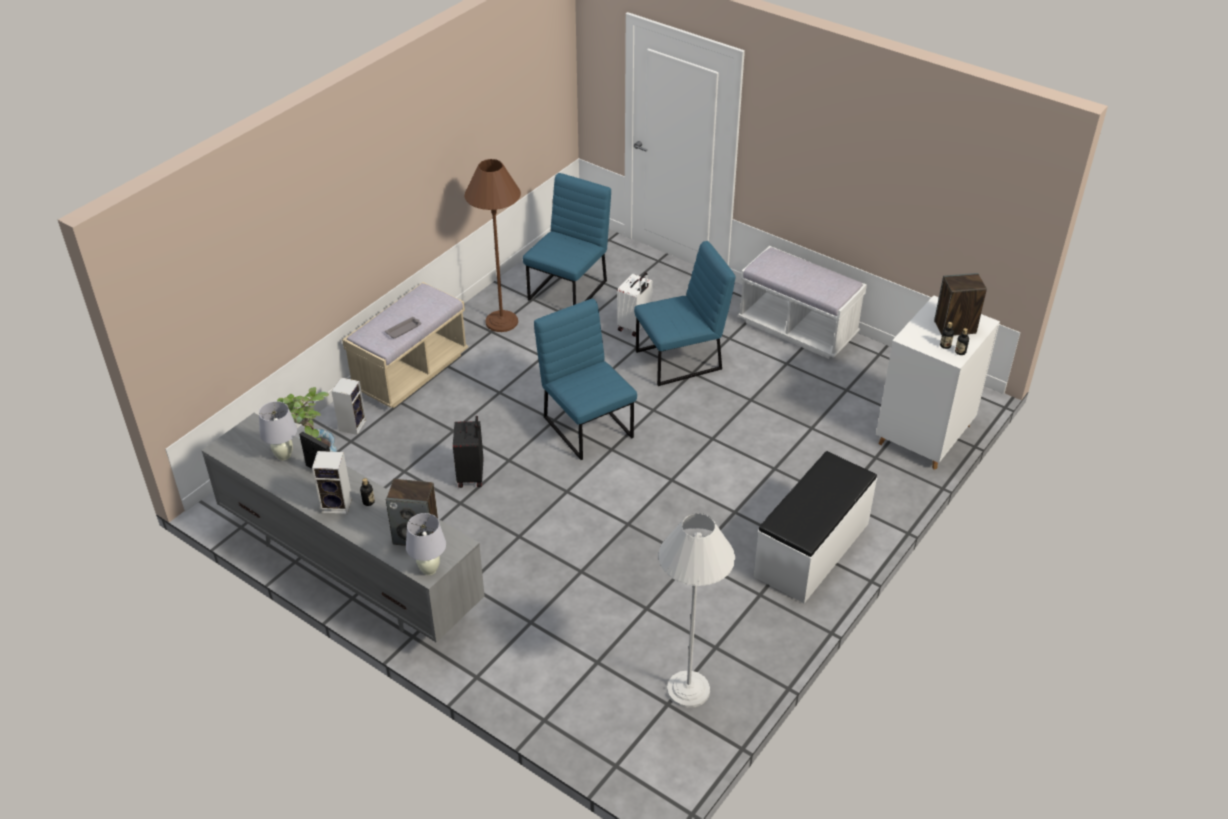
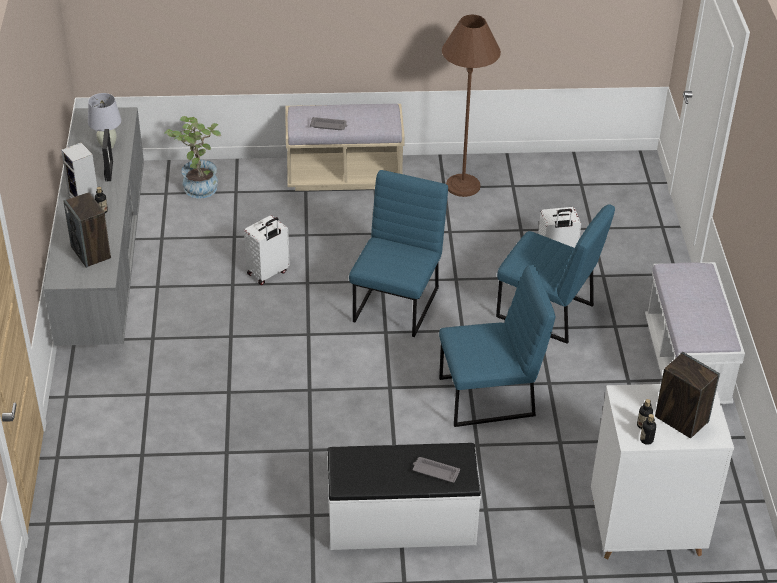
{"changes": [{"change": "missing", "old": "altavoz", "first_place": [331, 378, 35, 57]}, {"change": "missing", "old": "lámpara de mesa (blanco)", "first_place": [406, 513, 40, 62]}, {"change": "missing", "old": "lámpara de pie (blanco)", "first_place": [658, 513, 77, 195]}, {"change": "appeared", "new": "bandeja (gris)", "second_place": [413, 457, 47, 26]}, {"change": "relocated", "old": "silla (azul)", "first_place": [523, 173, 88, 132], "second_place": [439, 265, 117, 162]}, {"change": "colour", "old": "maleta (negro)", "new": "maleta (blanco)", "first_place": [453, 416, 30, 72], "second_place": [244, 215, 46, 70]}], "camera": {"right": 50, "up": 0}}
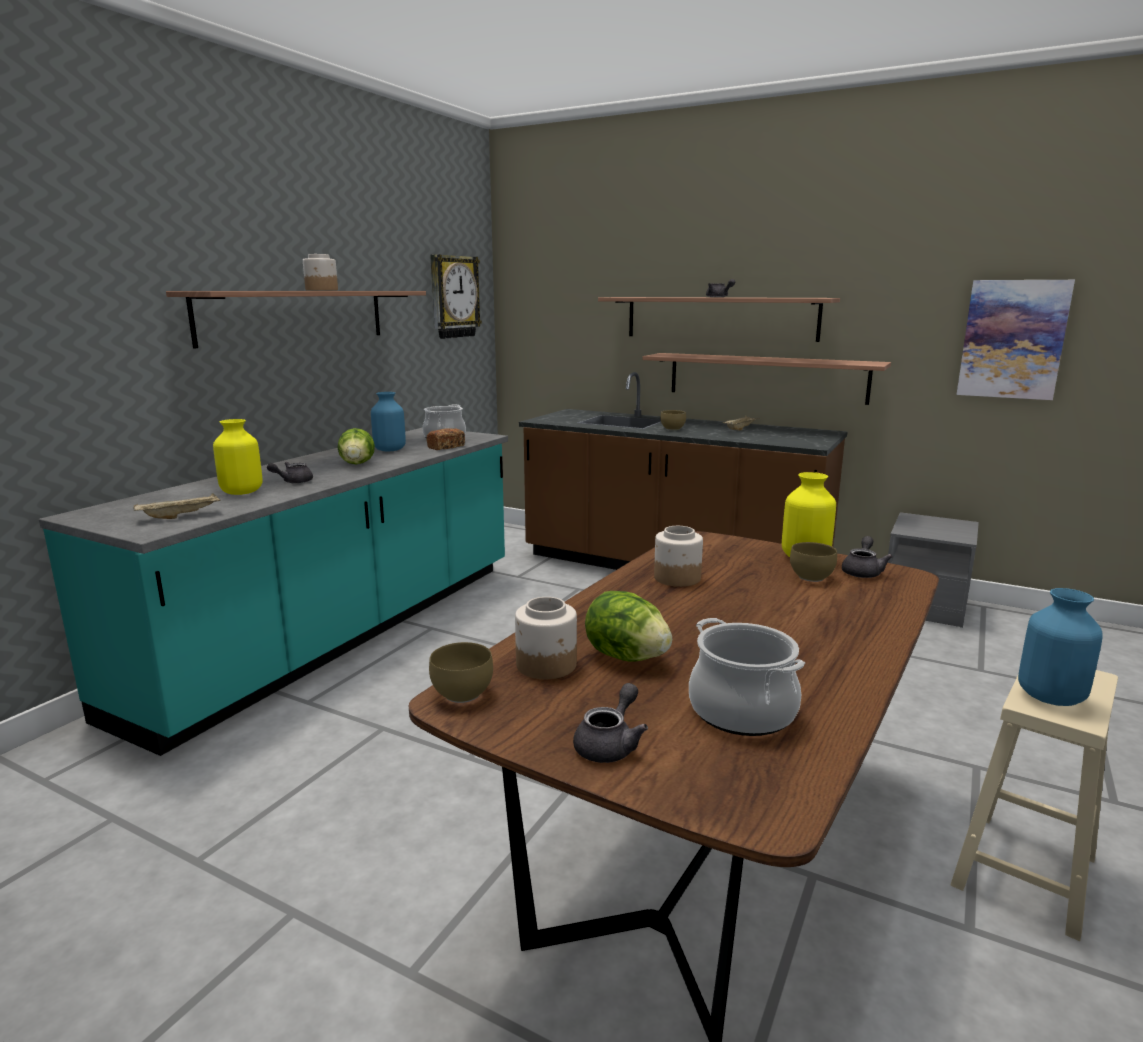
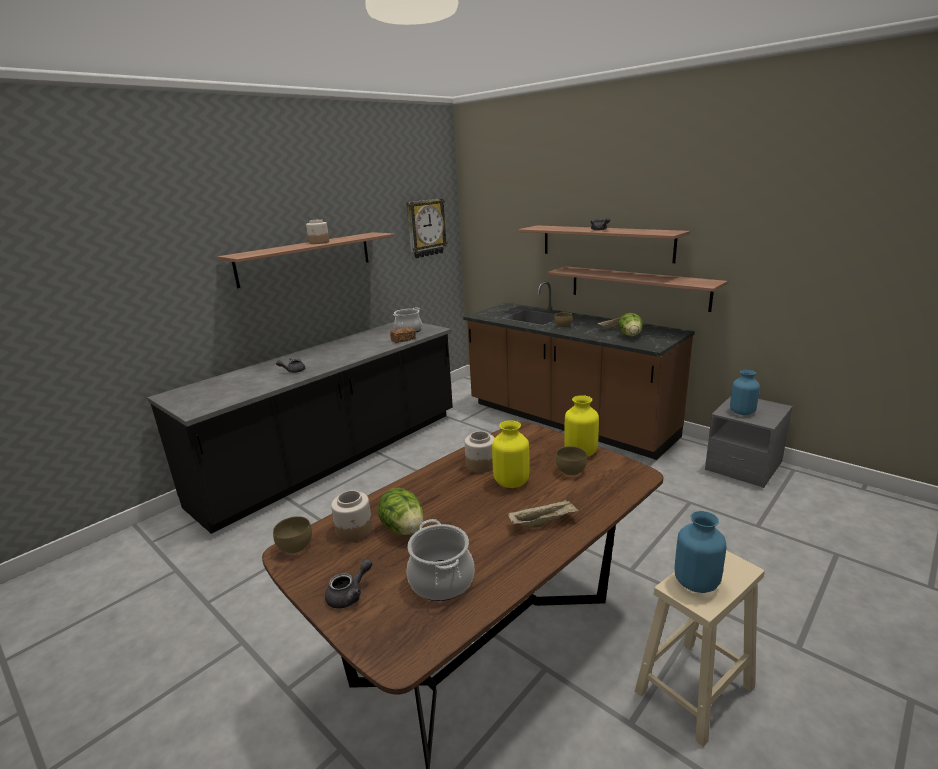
{"changes": [{"change": "missing", "old": "tetera (gris)", "first_place": [842, 536, 51, 42]}, {"change": "missing", "old": "cuadro", "first_place": [956, 280, 119, 120]}, {"change": "relocated", "old": "bandeja (beis)", "first_place": [133, 493, 88, 26], "second_place": [508, 498, 71, 30]}, {"change": "relocated", "old": "florero (amarillo)", "first_place": [213, 419, 50, 76], "second_place": [492, 421, 37, 67]}, {"change": "relocated", "old": "lechuga", "first_place": [338, 428, 37, 37], "second_place": [618, 313, 25, 24]}, {"change": "relocated", "old": "florero (azul)", "first_place": [371, 392, 35, 59], "second_place": [730, 370, 30, 45]}, {"change": "colour", "old": "mueble bajo de cocina (turquesa)", "new": "mueble bajo de cocina (negro)", "first_place": [39, 428, 469, 328], "second_place": [147, 322, 306, 212]}], "camera": {"right": 15, "up": 5}}
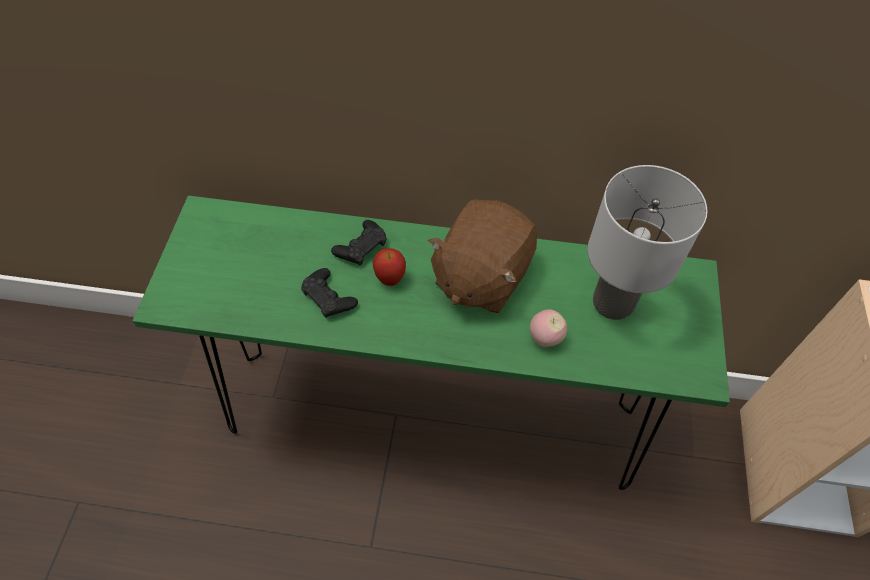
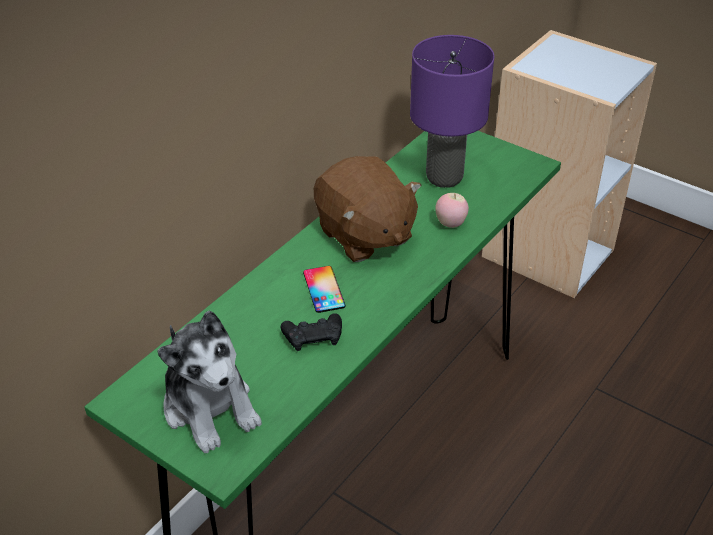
{"changes": [{"change": "missing", "old": "mando de consola (negro)", "first_place": [331, 220, 56, 46]}, {"change": "appeared", "new": "peluche", "second_place": [157, 310, 105, 143]}, {"change": "exchanged", "old": "manzana", "new": "móvil", "first_place": [373, 248, 33, 38], "second_place": [303, 266, 43, 47]}, {"change": "colour", "old": "lámpara de mesa (blanco)", "new": "lámpara de mesa (morado)", "first_place": [587, 165, 120, 155], "second_place": [410, 35, 84, 153]}], "camera": {"right": -60, "up": -15}}
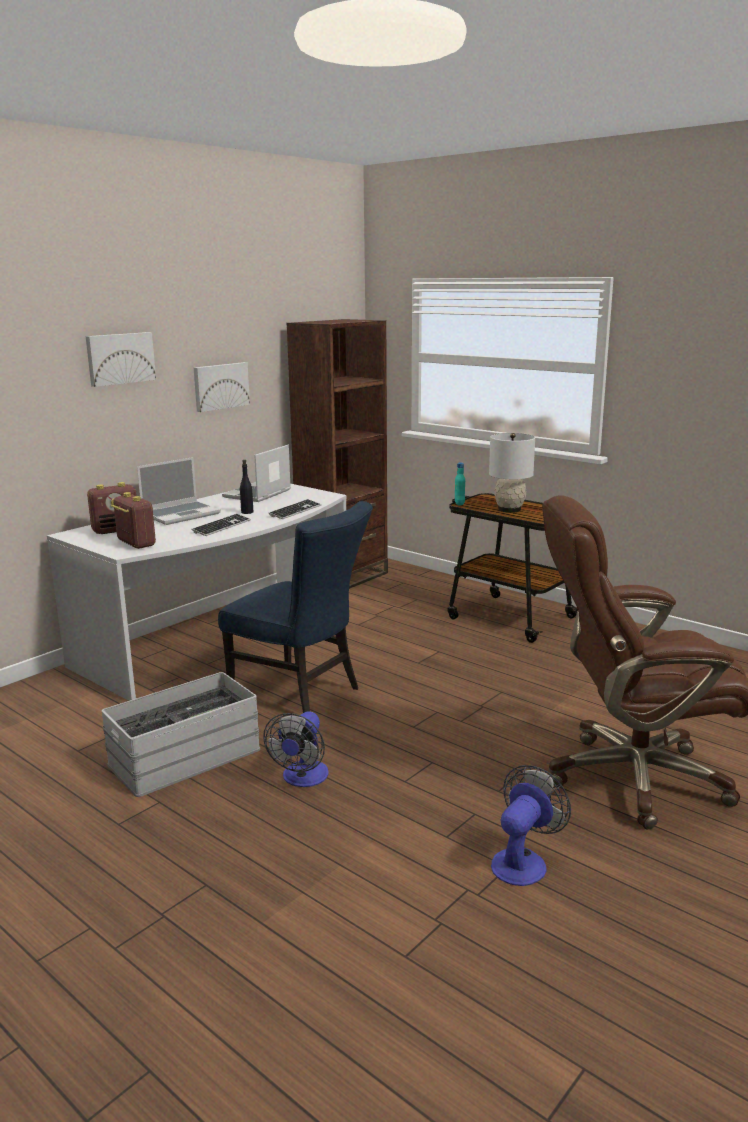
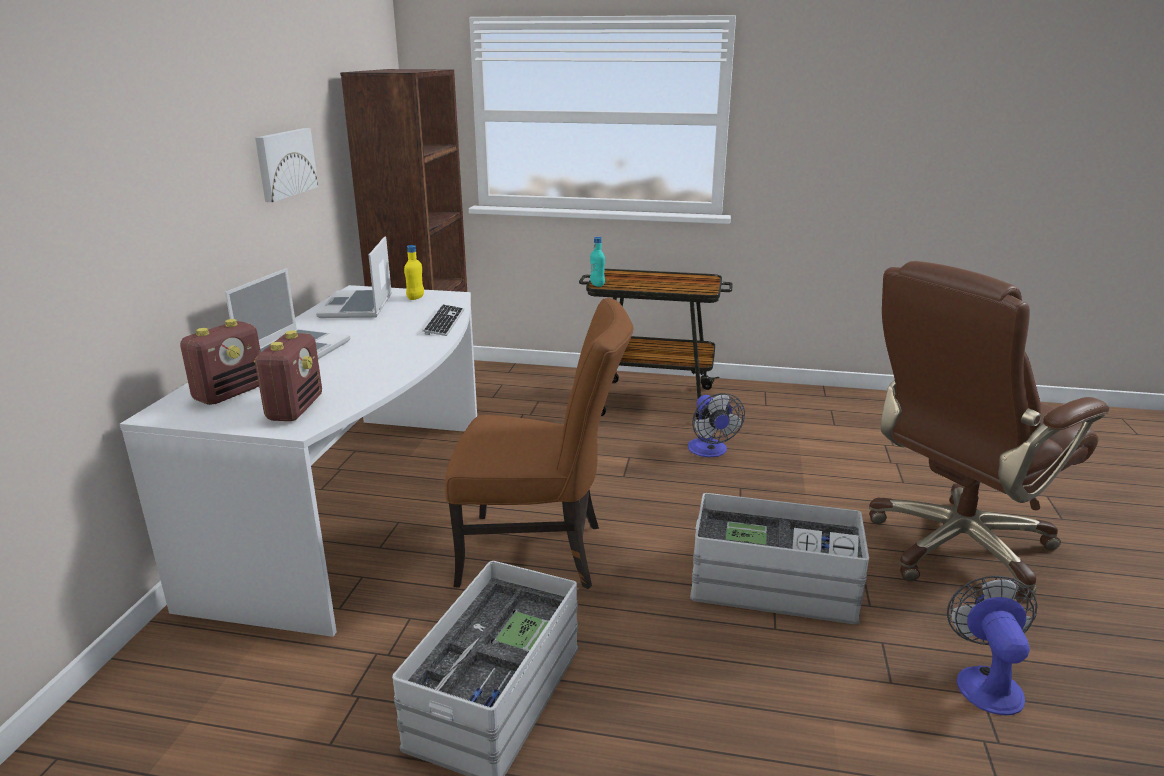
{"changes": [{"change": "missing", "old": "cuadro", "first_place": [86, 332, 70, 55]}, {"change": "missing", "old": "teclado", "first_place": [191, 514, 60, 22]}, {"change": "missing", "old": "botella (negro)", "first_place": [240, 460, 13, 54]}, {"change": "missing", "old": "lámpara de mesa (blanco)", "first_place": [489, 433, 46, 80]}, {"change": "appeared", "new": "botella (amarillo)", "second_place": [404, 245, 20, 55]}, {"change": "appeared", "new": "caja de almacenaje (gris)", "second_place": [690, 493, 179, 131]}, {"change": "relocated", "old": "ventilador", "first_place": [263, 711, 66, 76], "second_place": [688, 393, 57, 64]}, {"change": "colour", "old": "silla (azul)", "new": "silla (marrón)", "first_place": [218, 501, 155, 212], "second_place": [445, 298, 188, 291]}, {"change": "spun", "old": "radio", "first_place": [111, 492, 45, 57], "second_place": [254, 330, 68, 91], "degrees": 75}], "camera": {"right": -30, "up": 5}}
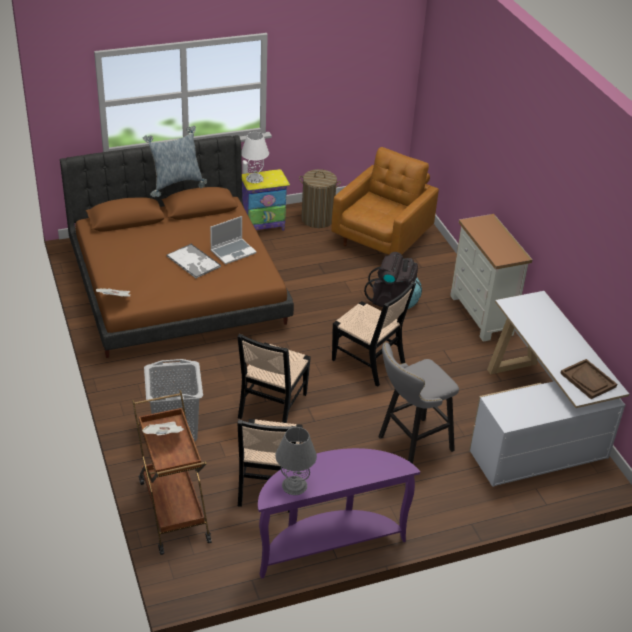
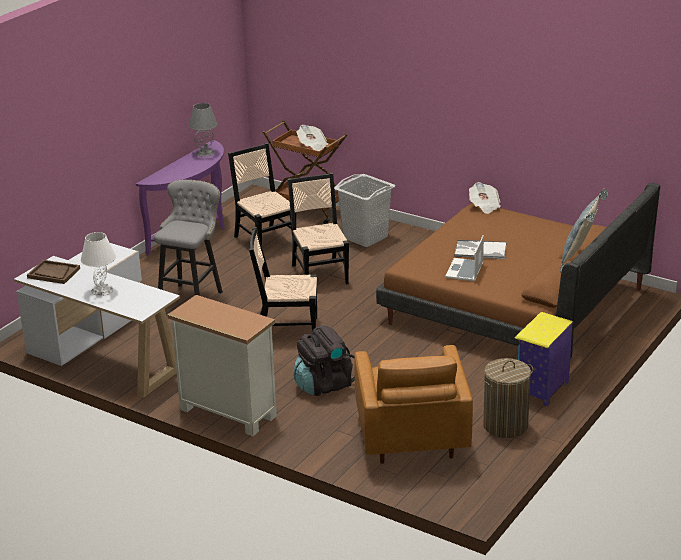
{"changes": [{"change": "relocated", "old": "lámpara de mesa (blanco)", "first_place": [241, 132, 28, 51], "second_place": [81, 232, 35, 64]}], "camera": {"right": 145, "up": -10}}
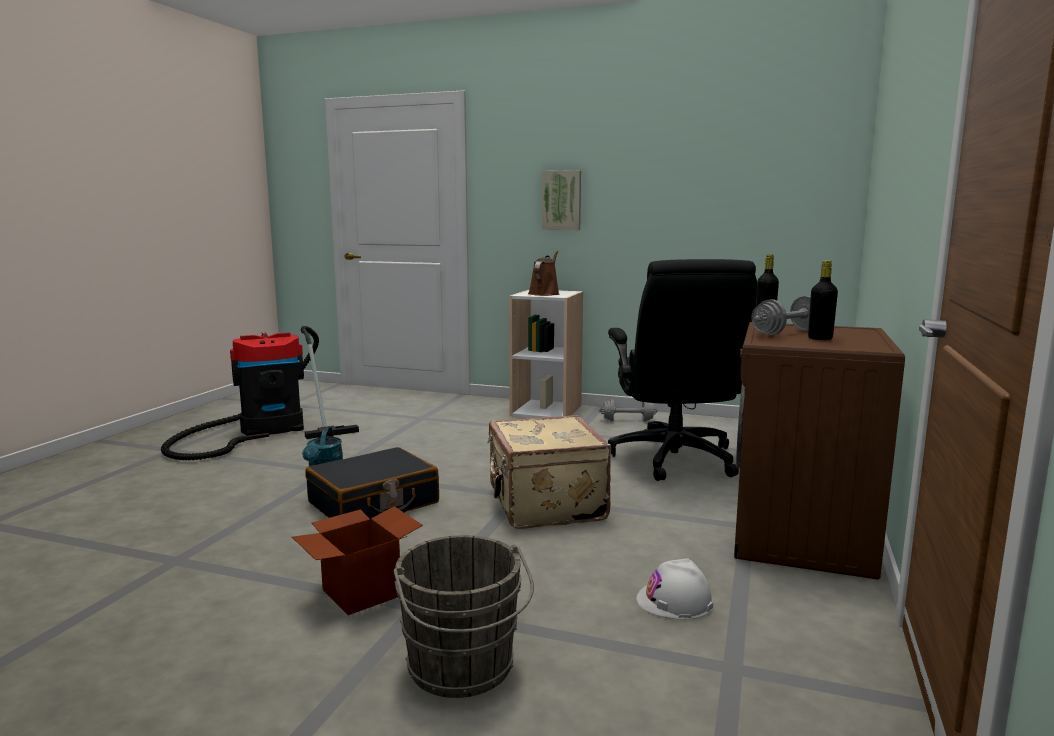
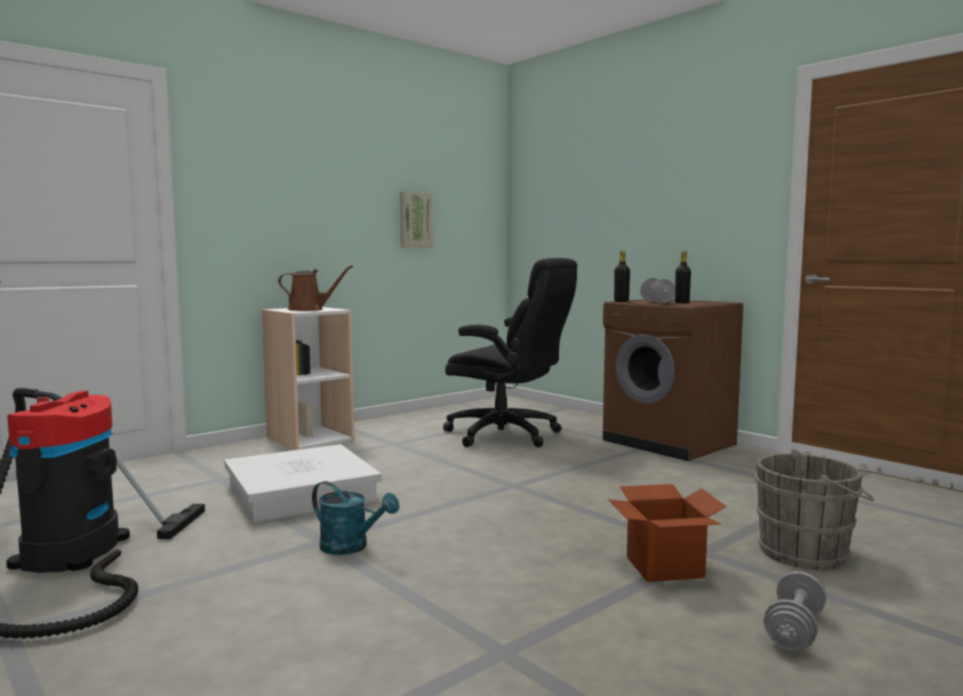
{"changes": [{"change": "missing", "old": "maleta (negro)", "first_place": [305, 447, 134, 72]}, {"change": "missing", "old": "maleta (beis)", "first_place": [487, 415, 124, 114]}, {"change": "missing", "old": "casco (blanco)", "first_place": [636, 558, 78, 62]}, {"change": "appeared", "new": "caja de almacenaje (blanco)", "second_place": [224, 444, 158, 79]}, {"change": "relocated", "old": "cuadro", "first_place": [542, 170, 39, 60], "second_place": [400, 192, 33, 56]}, {"change": "relocated", "old": "mancuerna (gris)", "first_place": [599, 399, 59, 22], "second_place": [763, 571, 63, 80]}, {"change": "spun", "old": "regadera (marrón)", "first_place": [528, 251, 32, 45], "second_place": [278, 265, 75, 46], "degrees": 135}], "camera": {"right": -60, "up": -5}}
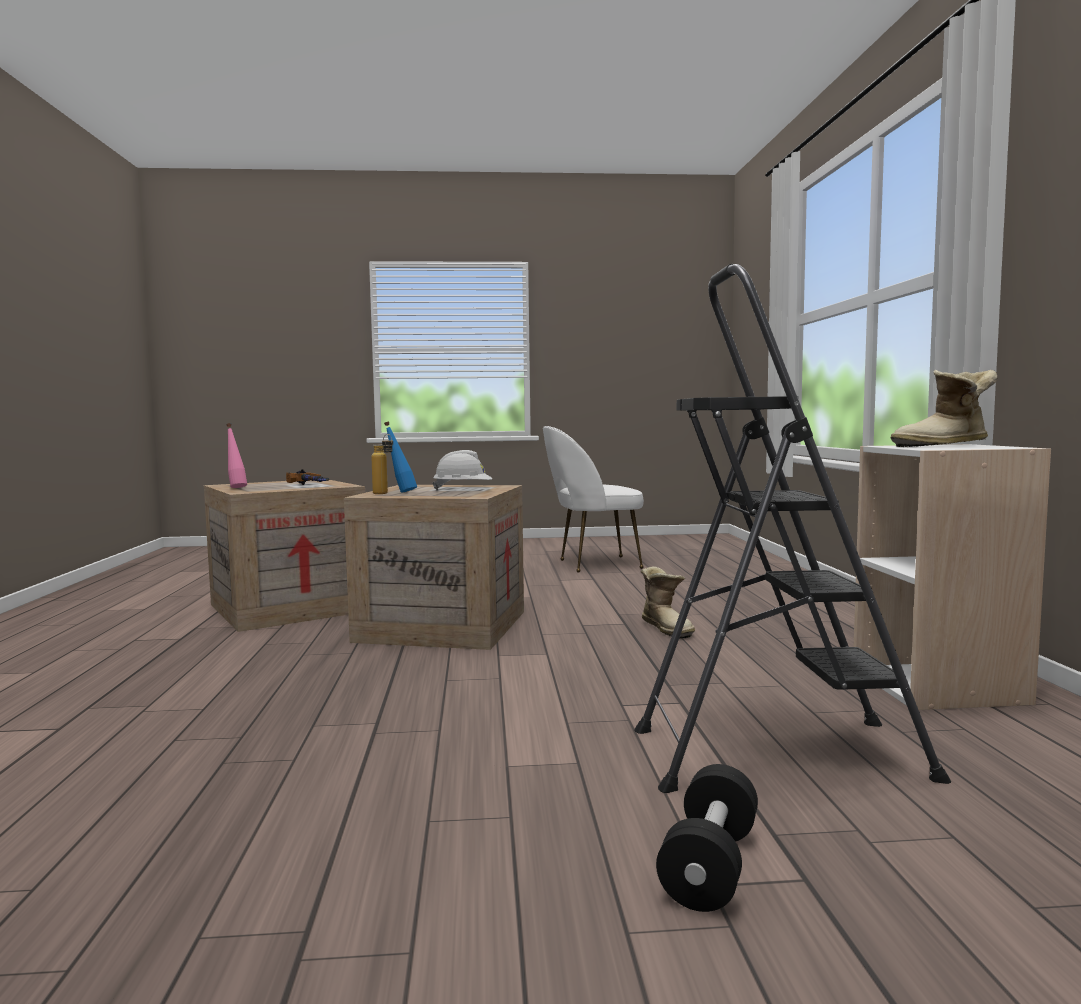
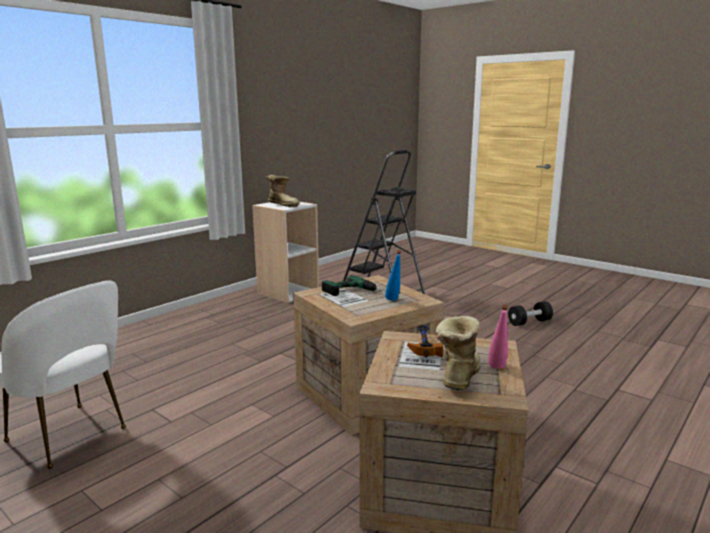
{"changes": [{"change": "missing", "old": "botella", "first_place": [371, 434, 22, 60]}, {"change": "relocated", "old": "bota", "first_place": [640, 567, 55, 72], "second_place": [436, 316, 45, 74]}, {"change": "relocated", "old": "mancuerna (negro)", "first_place": [656, 764, 102, 148], "second_place": [508, 301, 45, 25]}, {"change": "exchanged", "old": "casco (blanco)", "new": "taladro", "first_place": [432, 450, 60, 40], "second_place": [322, 275, 60, 21]}], "camera": {"right": -135, "up": 10}}
